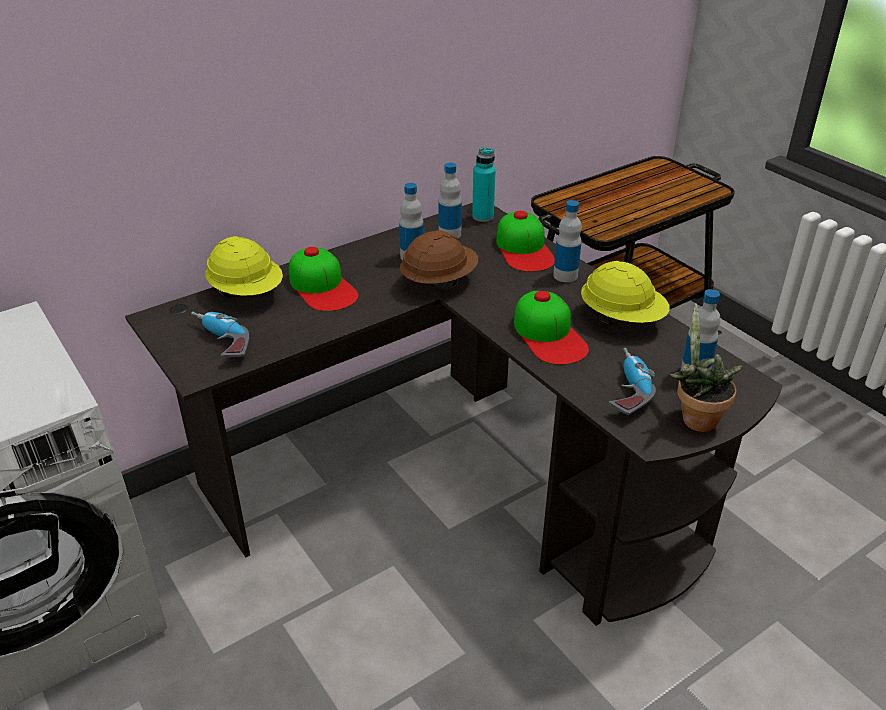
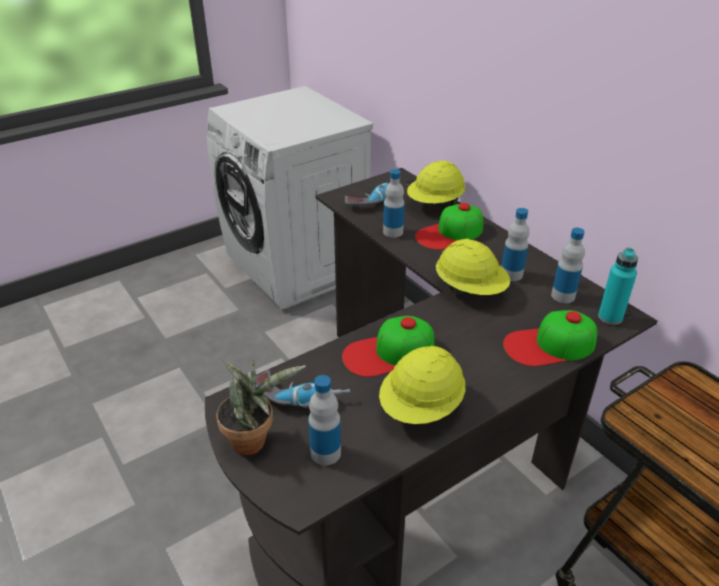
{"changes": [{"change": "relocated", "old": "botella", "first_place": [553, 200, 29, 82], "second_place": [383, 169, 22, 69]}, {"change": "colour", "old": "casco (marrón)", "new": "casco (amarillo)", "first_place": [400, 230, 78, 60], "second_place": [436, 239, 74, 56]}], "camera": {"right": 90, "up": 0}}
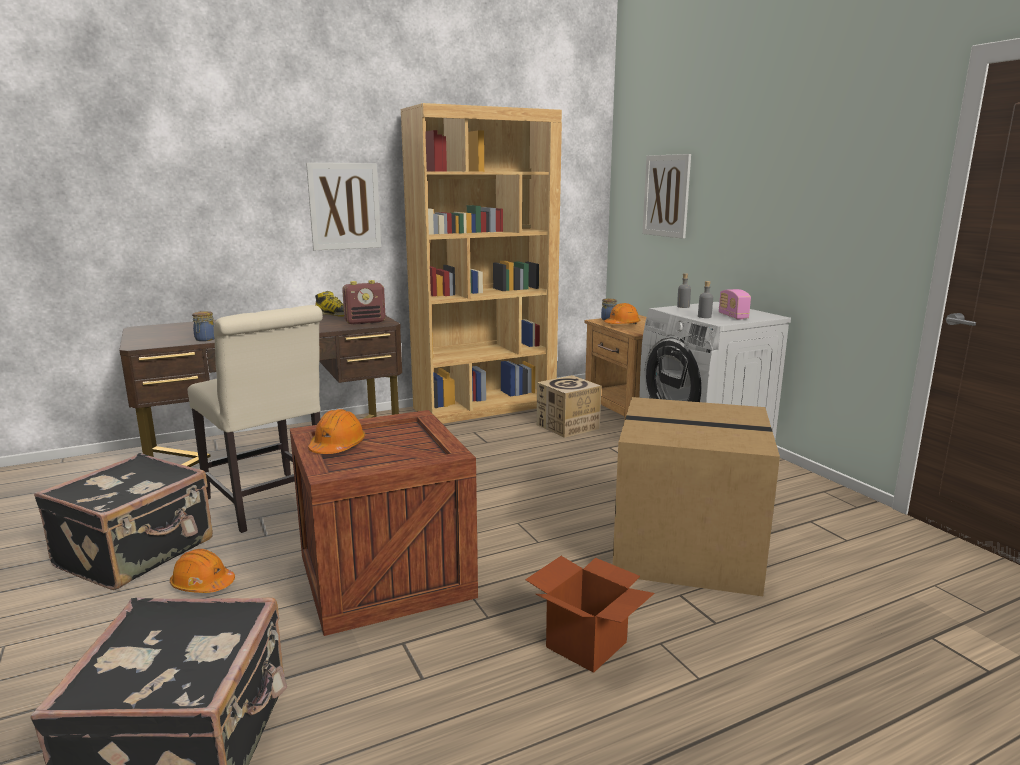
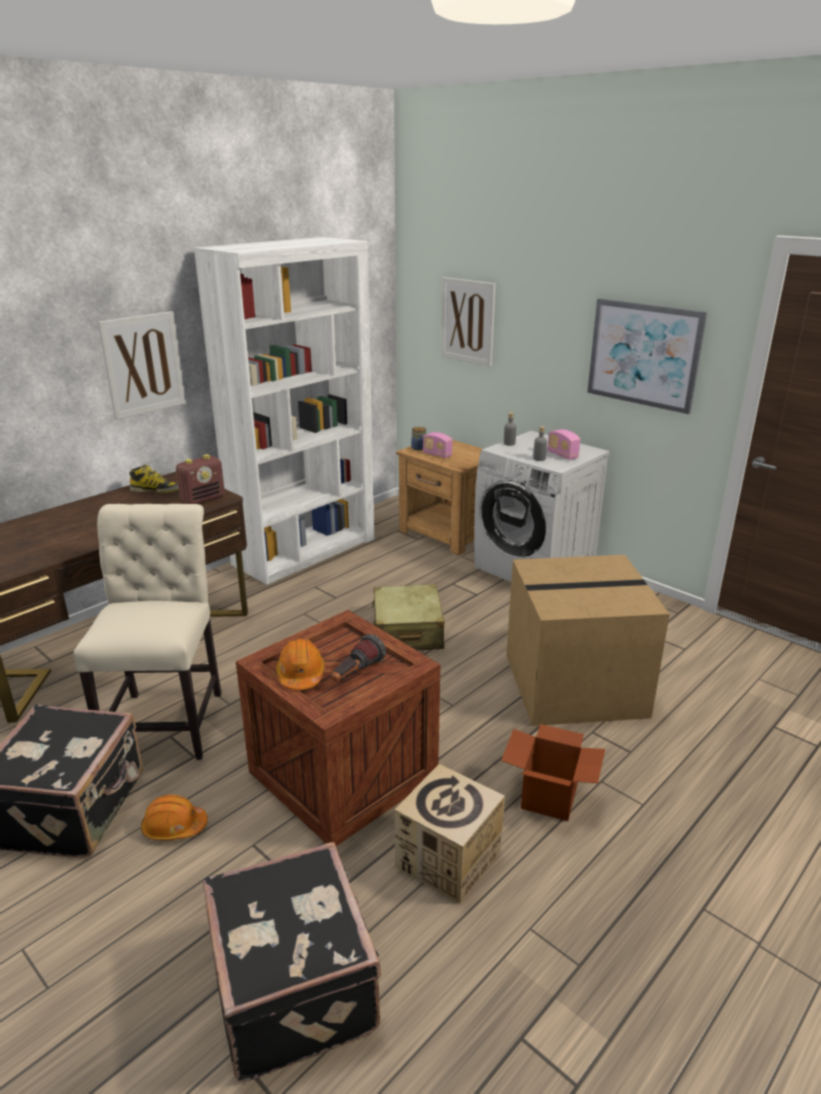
{"changes": [{"change": "missing", "old": "tarro", "first_place": [192, 311, 23, 30]}, {"change": "appeared", "new": "linterna", "second_place": [331, 634, 55, 48]}, {"change": "appeared", "new": "maleta (beis)", "second_place": [371, 584, 73, 66]}, {"change": "appeared", "new": "cuadro", "second_place": [587, 299, 120, 115]}, {"change": "relocated", "old": "caja de cartón", "first_place": [537, 375, 64, 63], "second_place": [394, 764, 111, 140]}, {"change": "exchanged", "old": "casco (naranja)", "new": "radio", "first_place": [604, 303, 37, 21], "second_place": [423, 432, 29, 26]}, {"change": "colour", "old": "estantería (marrón)", "new": "estantería (blanco)", "first_place": [401, 103, 161, 321], "second_place": [194, 237, 180, 348]}, {"change": "spun", "old": "silla (beis)", "first_place": [188, 305, 135, 228], "second_place": [73, 504, 149, 256], "degrees": -120}], "camera": {"right": -20, "up": 10}}
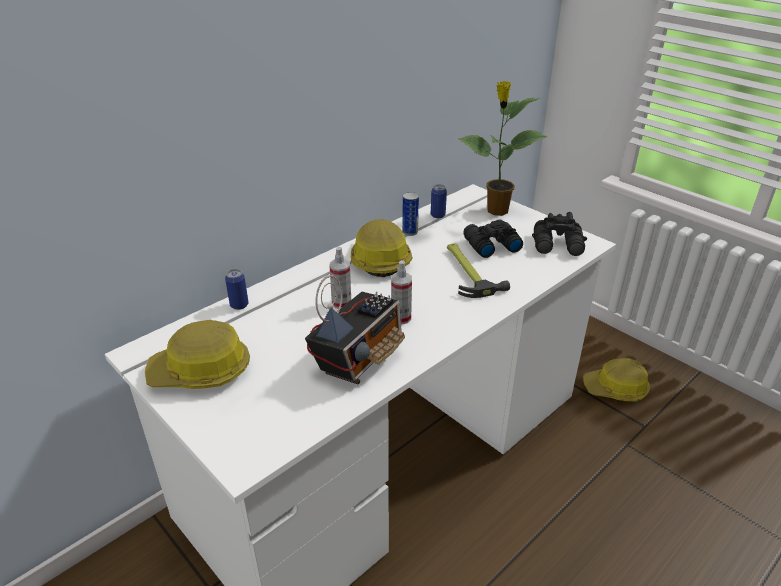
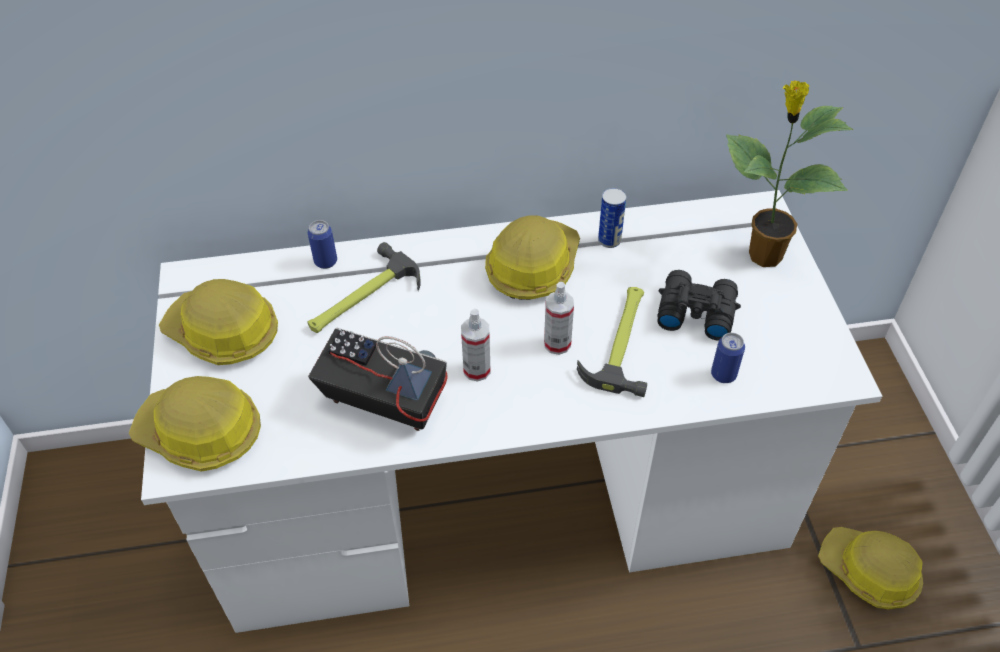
{"changes": [{"change": "missing", "old": "prismáticos (negro)", "first_place": [532, 212, 55, 44]}, {"change": "appeared", "new": "casco", "second_place": [129, 376, 132, 96]}, {"change": "appeared", "new": "martillo", "second_place": [307, 242, 114, 91]}, {"change": "relocated", "old": "pulverizador", "first_place": [329, 247, 22, 62], "second_place": [544, 282, 30, 73]}, {"change": "relocated", "old": "lata", "first_place": [431, 184, 16, 34], "second_place": [711, 333, 34, 50]}, {"change": "spun", "old": "radio", "first_place": [305, 275, 100, 109], "second_place": [308, 328, 140, 103], "degrees": -135}], "camera": {"right": 35, "up": 15}}
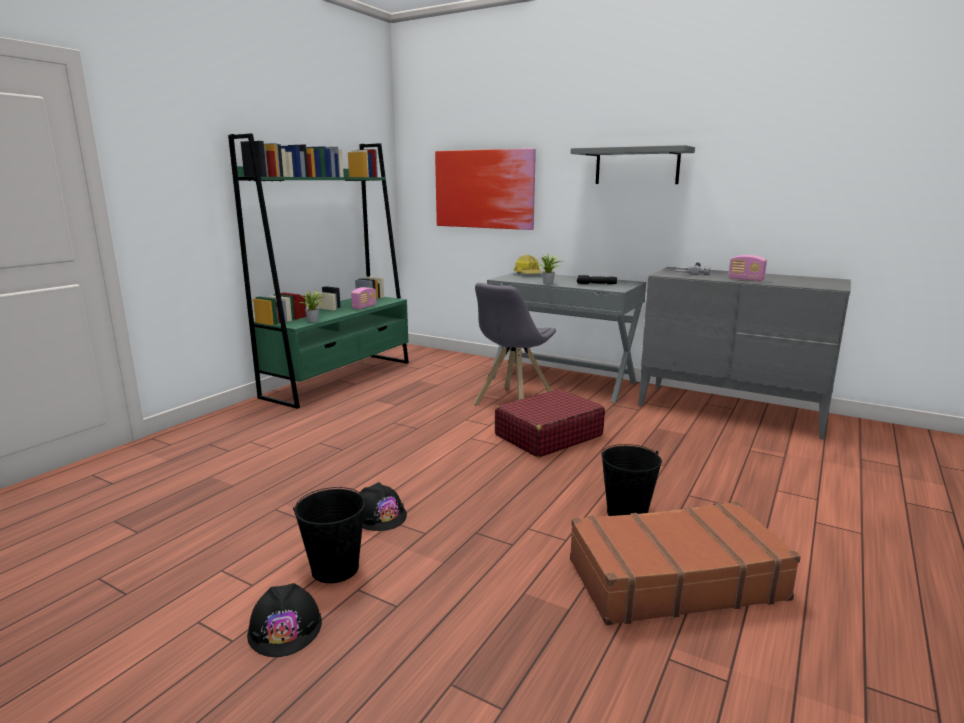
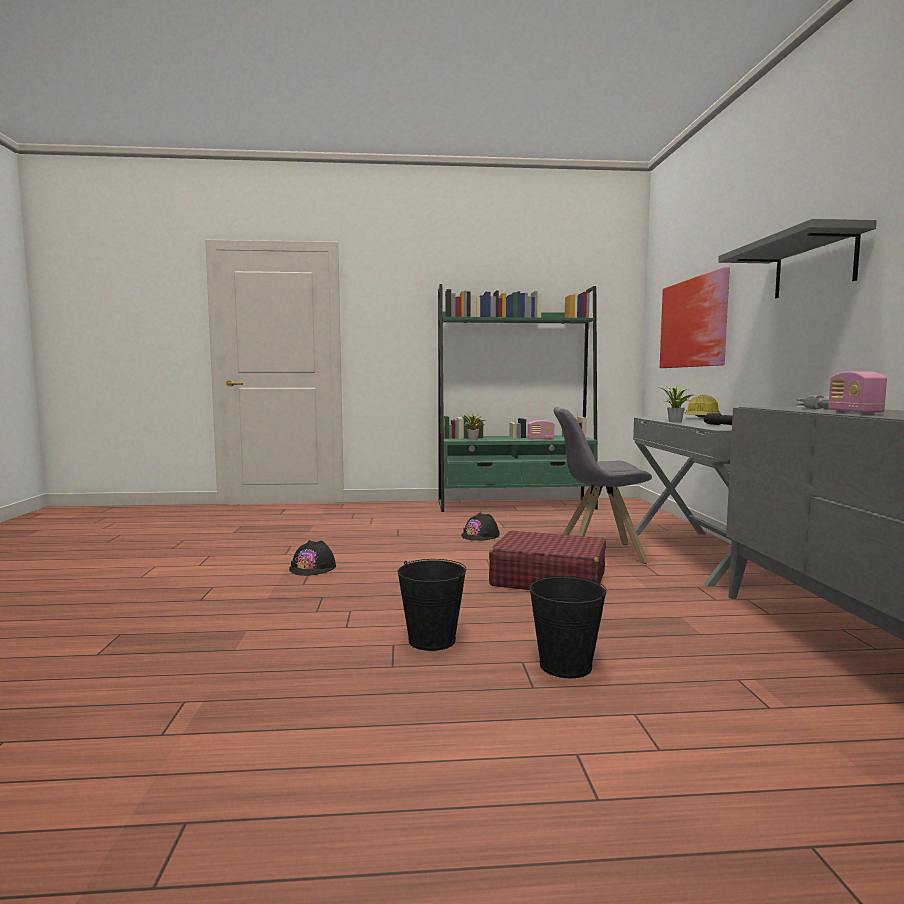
{"changes": [{"change": "missing", "old": "maleta (marrón)", "first_place": [570, 501, 231, 124]}, {"change": "relocated", "old": "casco (negro)", "first_place": [247, 583, 75, 74], "second_place": [461, 513, 39, 28]}, {"change": "relocated", "old": "cubo (negro)", "first_place": [293, 487, 73, 96], "second_place": [529, 575, 77, 103]}], "camera": {"right": 55, "up": -10}}
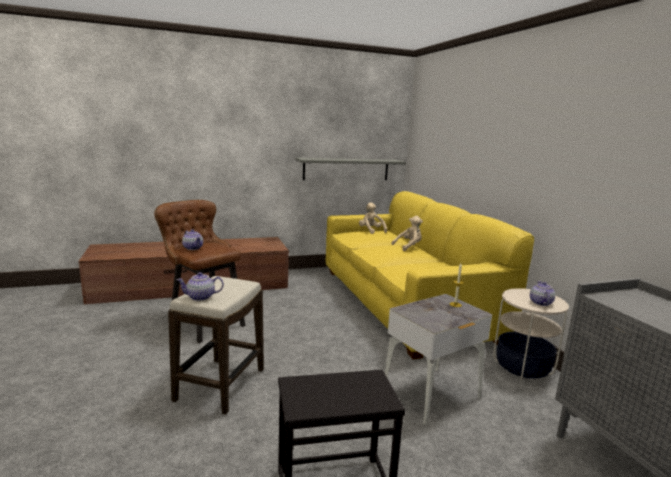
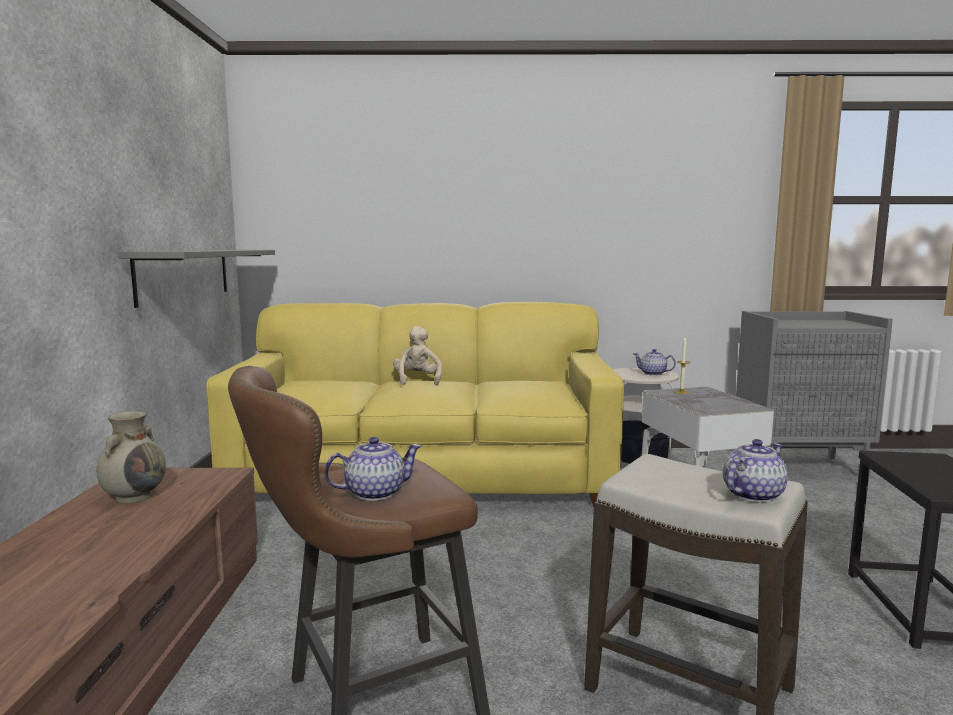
{"changes": [{"change": "missing", "old": "peluche (beis)", "first_place": [359, 202, 28, 32]}, {"change": "appeared", "new": "florero (beis)", "second_place": [96, 411, 70, 93]}, {"change": "spun", "old": "tetera", "first_place": [177, 272, 47, 29], "second_place": [723, 439, 65, 63], "degrees": -135}], "camera": {"right": -70, "up": -5}}
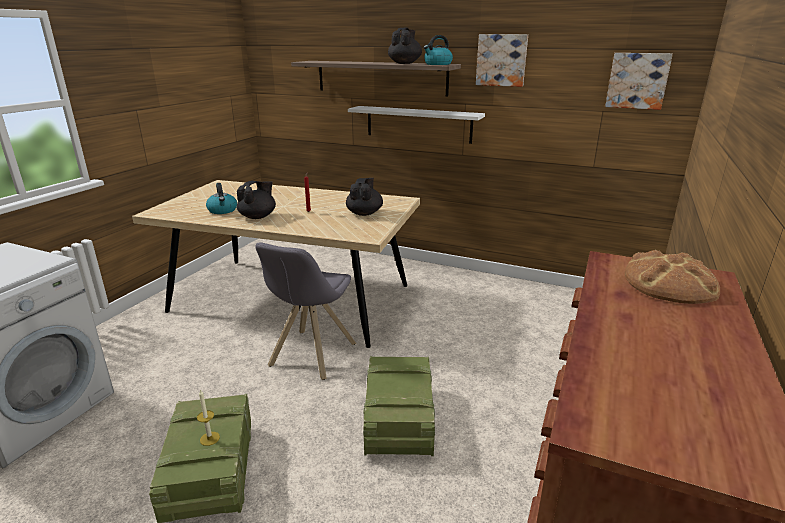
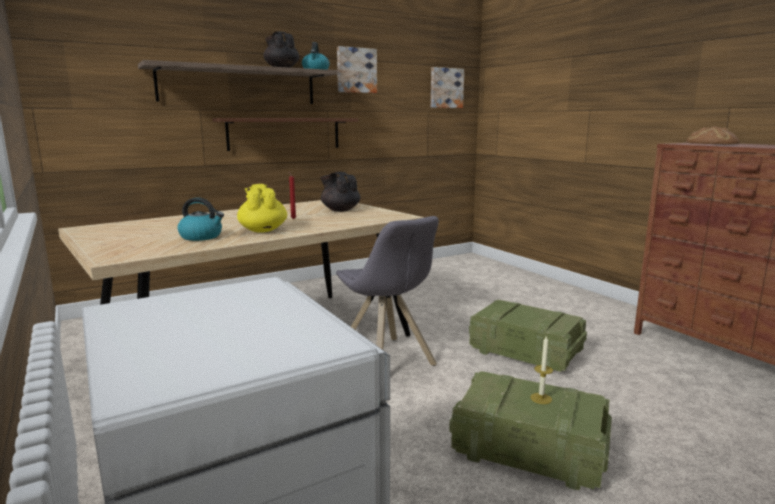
{"changes": [{"change": "colour", "old": "tetera (negro)", "new": "tetera (amarillo)", "first_place": [237, 181, 39, 38], "second_place": [237, 184, 50, 49]}, {"change": "colour", "old": "estante (blanco)", "new": "estante (marrón)", "first_place": [348, 106, 137, 38], "second_place": [212, 118, 146, 33]}], "camera": {"right": -55, "up": -10}}
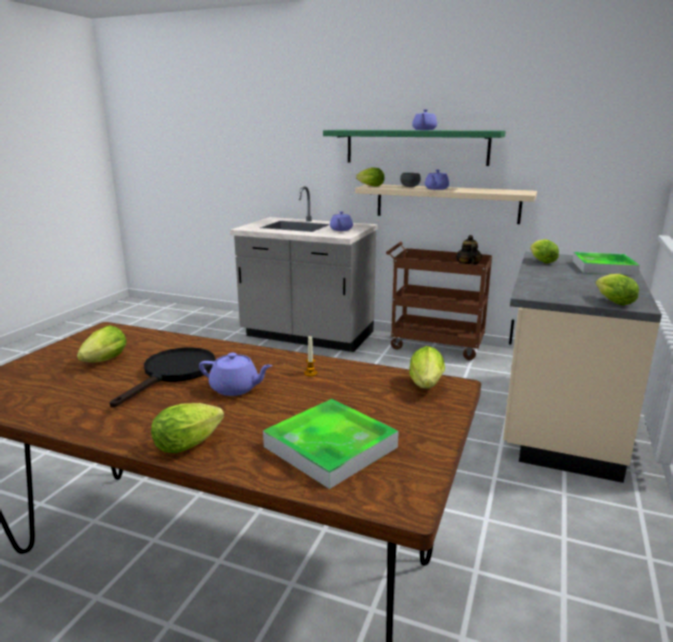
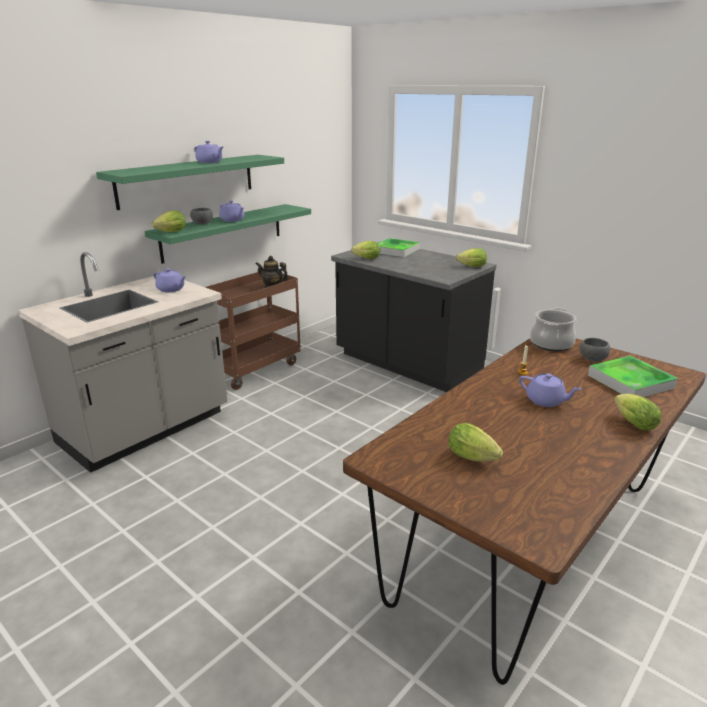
{"changes": [{"change": "missing", "old": "sartén (negro)", "first_place": [110, 347, 106, 60]}, {"change": "appeared", "new": "cuenco (gris)", "second_place": [580, 338, 30, 24]}, {"change": "exchanged", "old": "lechuga", "new": "olla", "first_place": [409, 346, 36, 42], "second_place": [530, 308, 47, 43]}, {"change": "colour", "old": "estante (beis)", "new": "estante (verde)", "first_place": [355, 185, 182, 39], "second_place": [144, 204, 167, 60]}, {"change": "colour", "old": "mueble bajo de cocina (beis)", "new": "mueble bajo de cocina (negro)", "first_place": [503, 252, 159, 231], "second_place": [331, 241, 165, 151]}, {"change": "spun", "old": "tetera (morado)", "first_place": [199, 353, 73, 43], "second_place": [519, 373, 62, 34], "degrees": 90}], "camera": {"right": -70, "up": 5}}
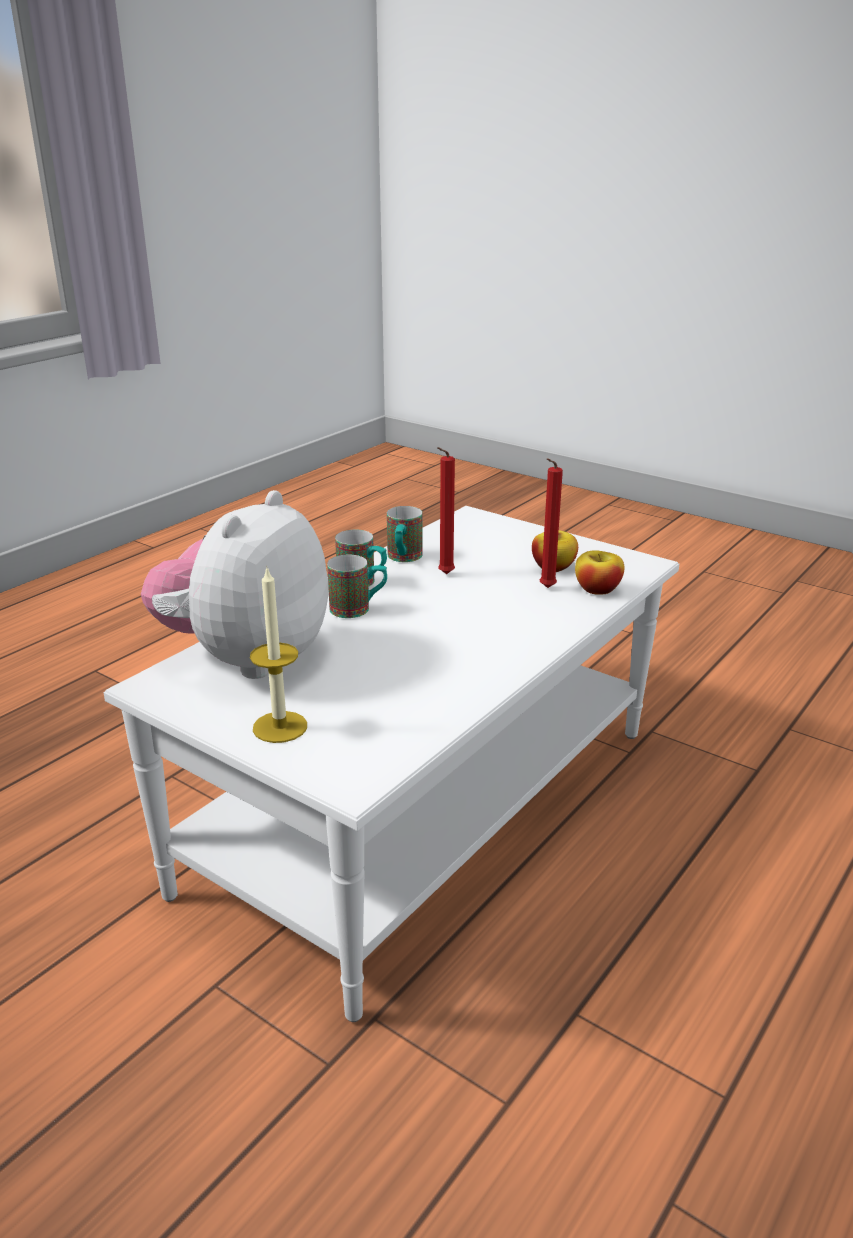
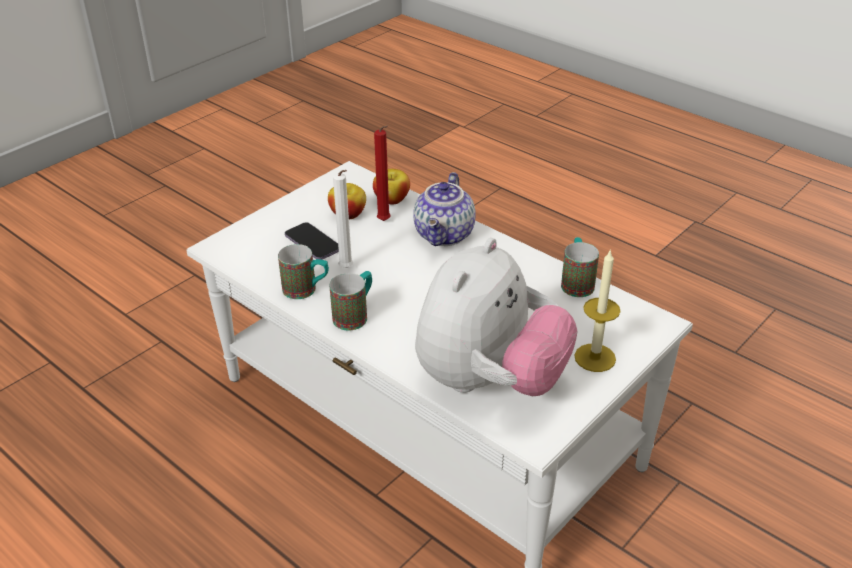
{"changes": [{"change": "appeared", "new": "móvil", "second_place": [285, 222, 54, 38]}, {"change": "appeared", "new": "tetera", "second_place": [413, 172, 63, 74]}, {"change": "relocated", "old": "taza grande", "first_place": [327, 555, 60, 63], "second_place": [561, 237, 38, 60]}, {"change": "colour", "old": "vela (rojo)", "new": "vela (blanco)", "first_place": [437, 447, 18, 127], "second_place": [333, 170, 20, 98]}, {"change": "spun", "old": "peluche", "first_place": [141, 490, 188, 189], "second_place": [415, 238, 163, 158], "degrees": -90}], "camera": {"right": -85, "up": 10}}
